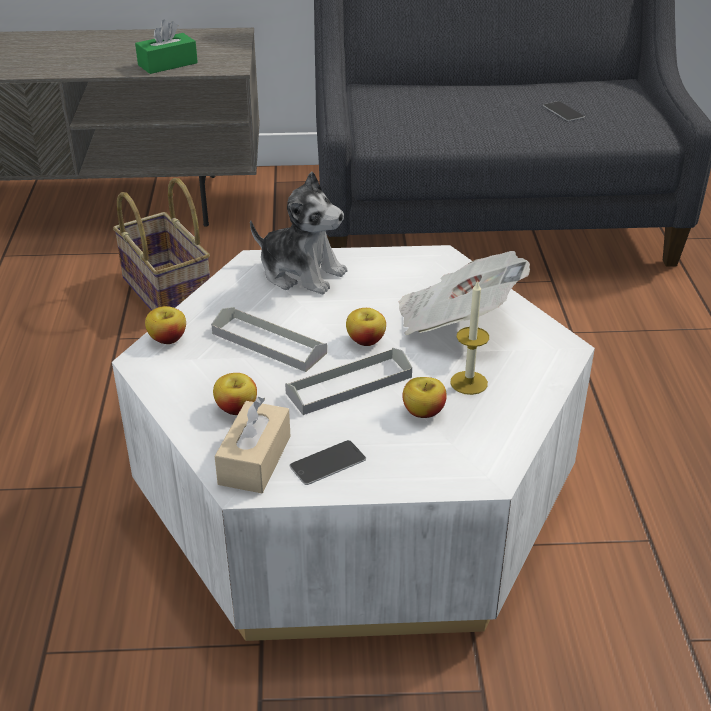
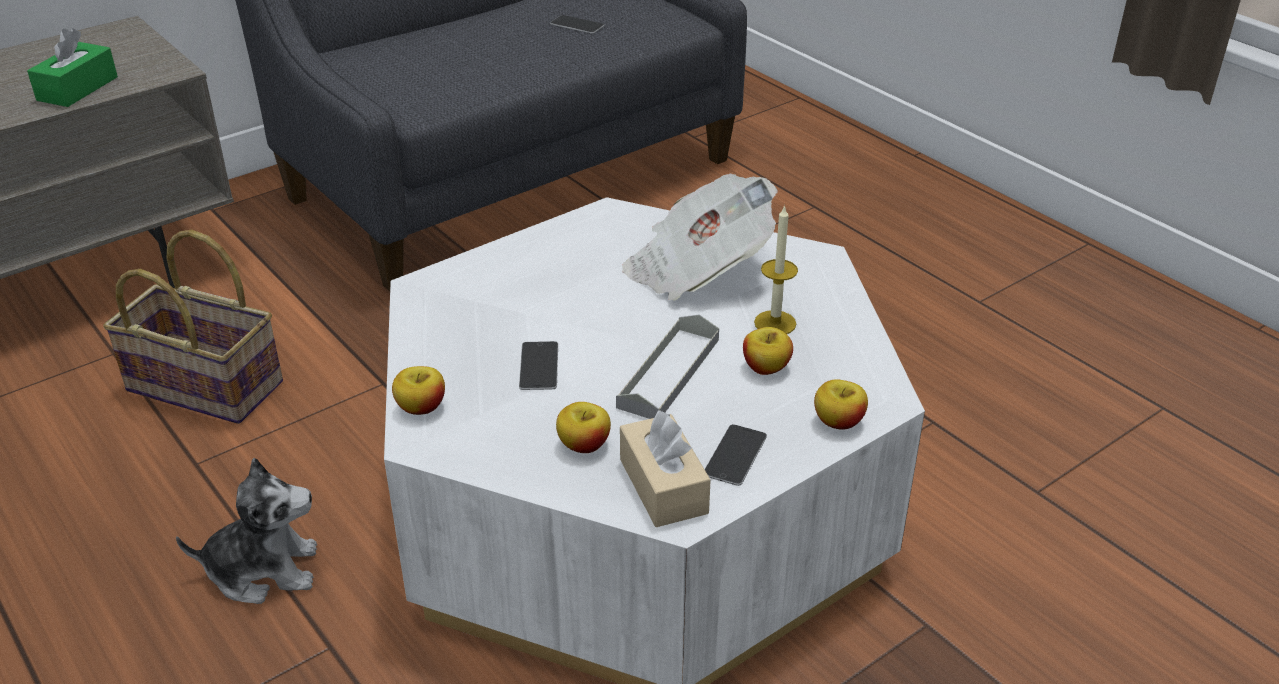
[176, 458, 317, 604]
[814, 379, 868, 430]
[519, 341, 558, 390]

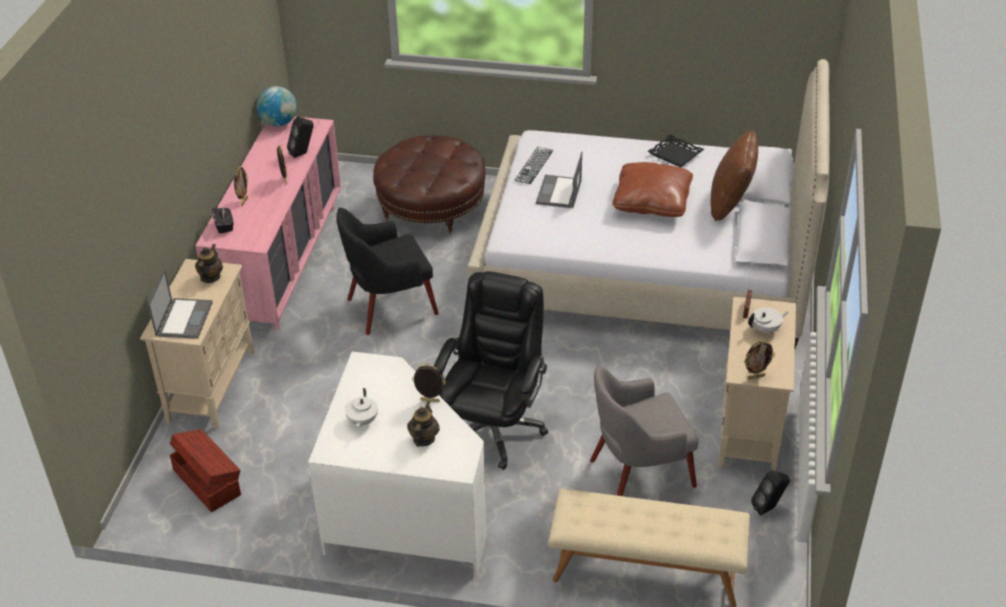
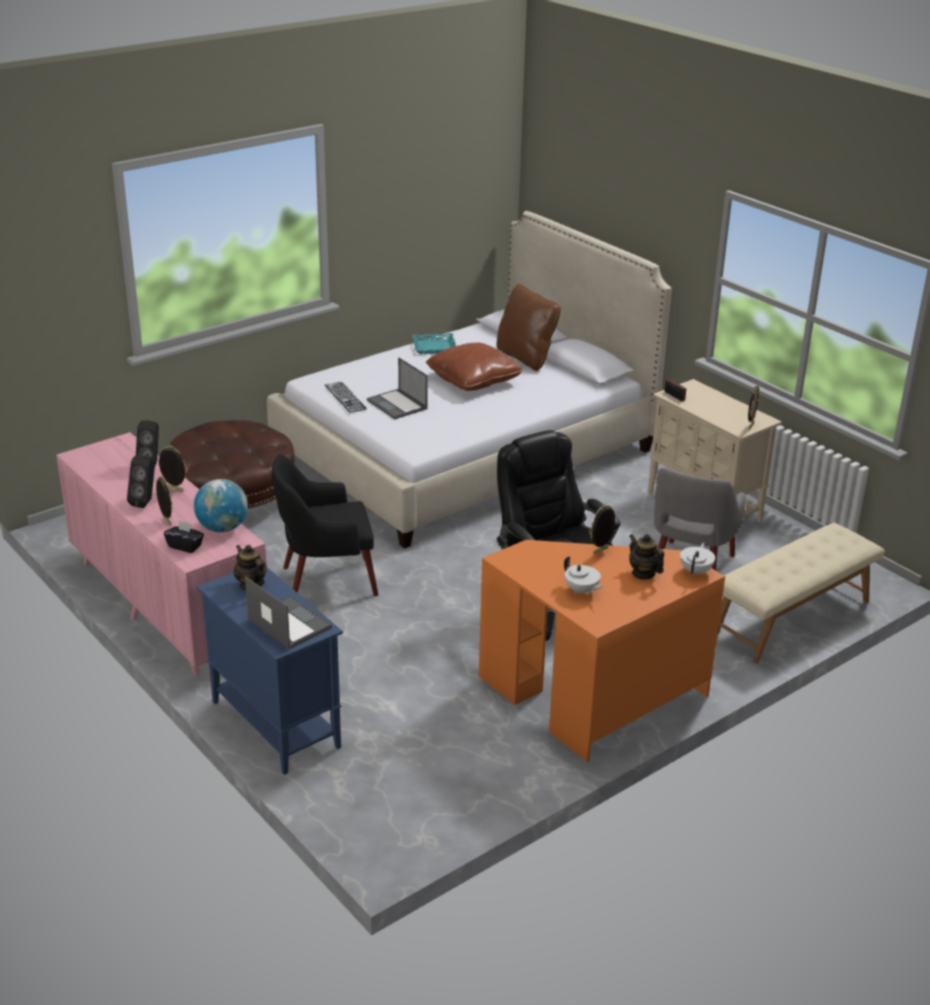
[170, 429, 241, 512] (first image)
[194, 479, 248, 532]
[680, 542, 715, 576]
[127, 455, 155, 508]
[197, 567, 343, 775]
[479, 540, 725, 762]
[412, 333, 456, 354]
[272, 454, 378, 596]

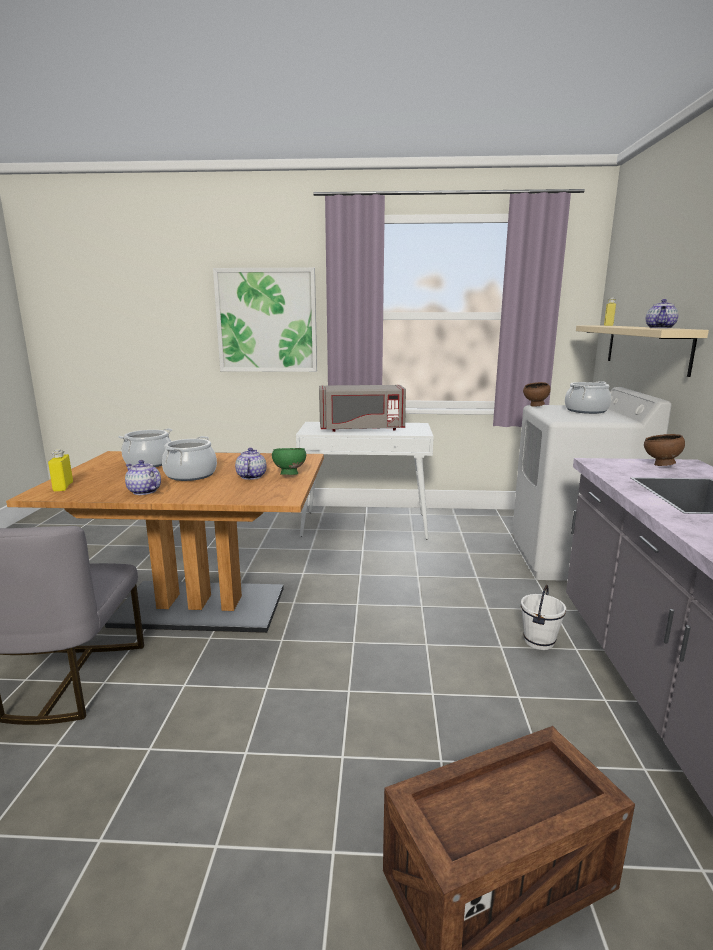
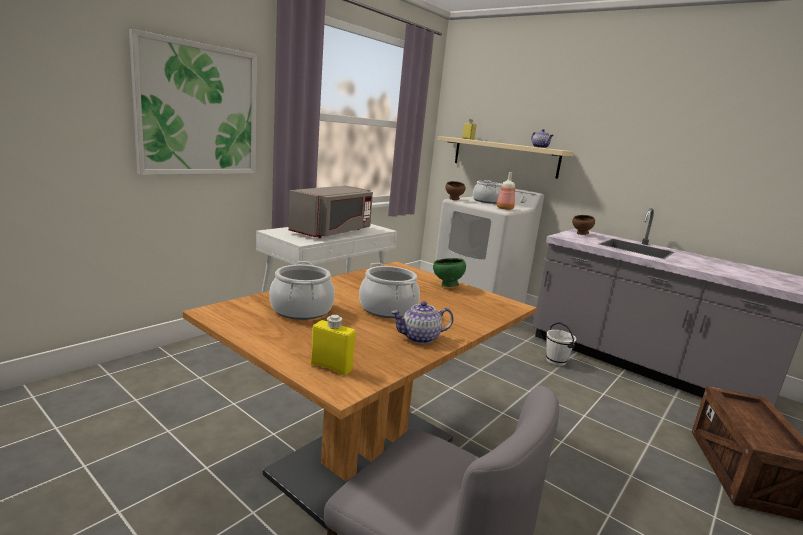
[235, 448, 266, 480] (first image)
[497, 172, 515, 210]

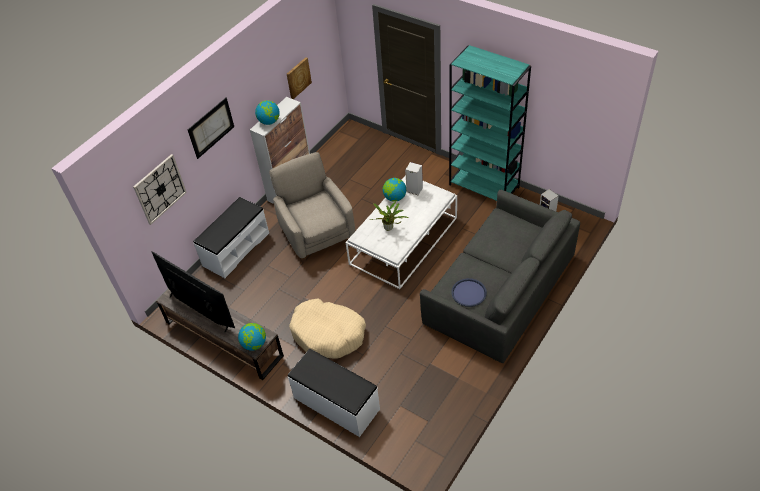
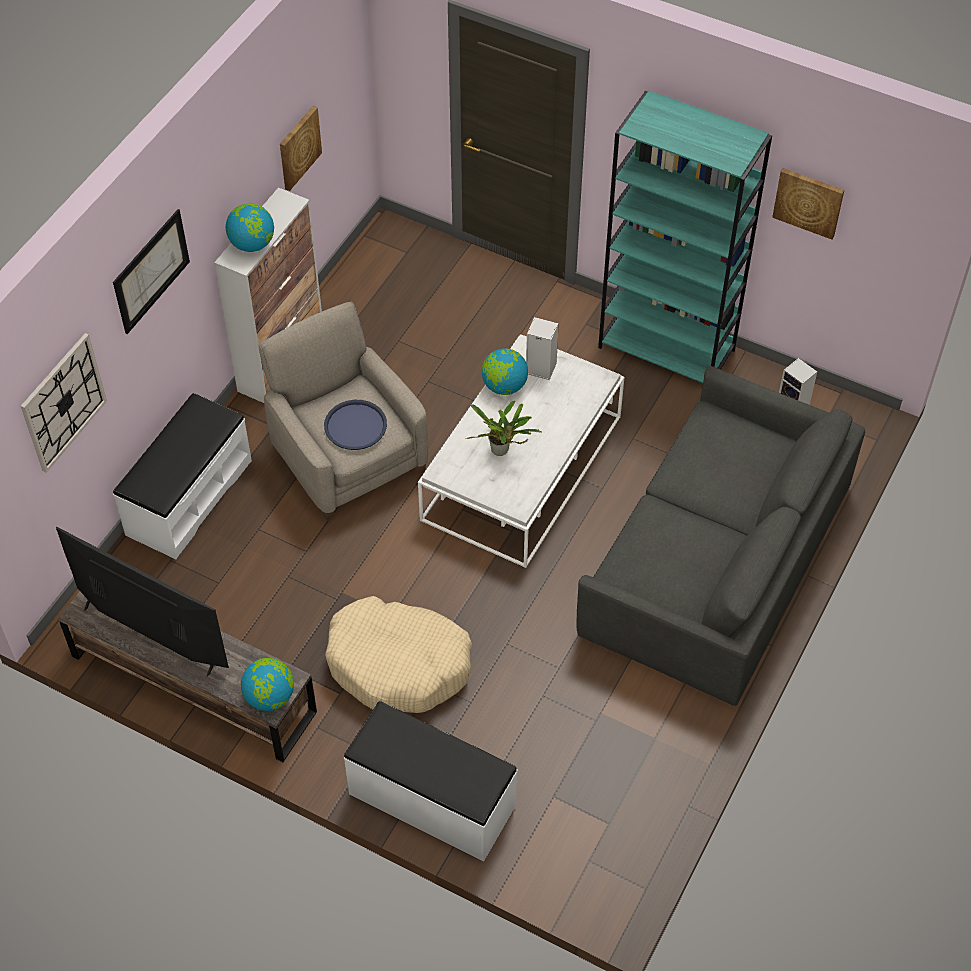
[772, 168, 844, 240]
[324, 400, 387, 450]

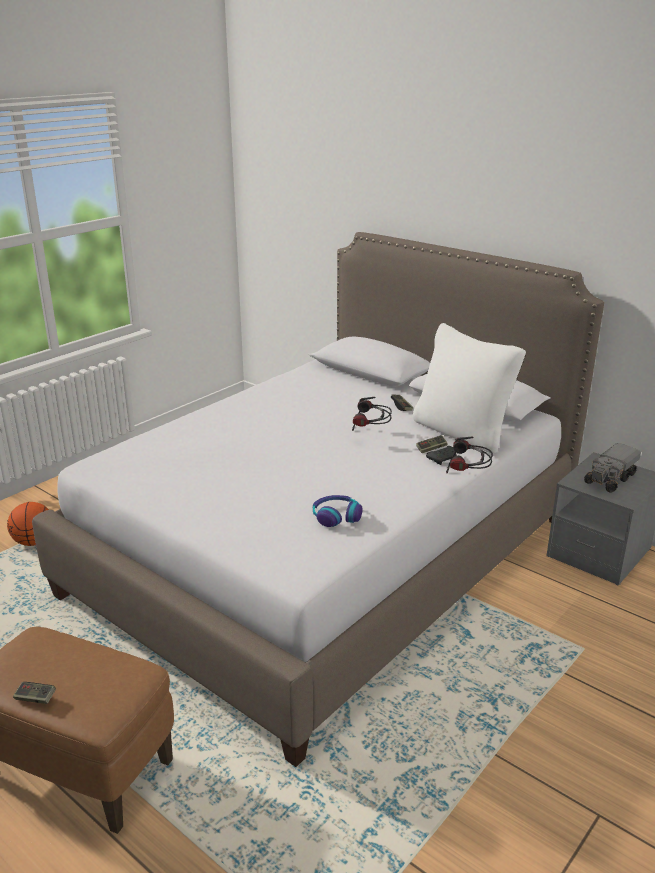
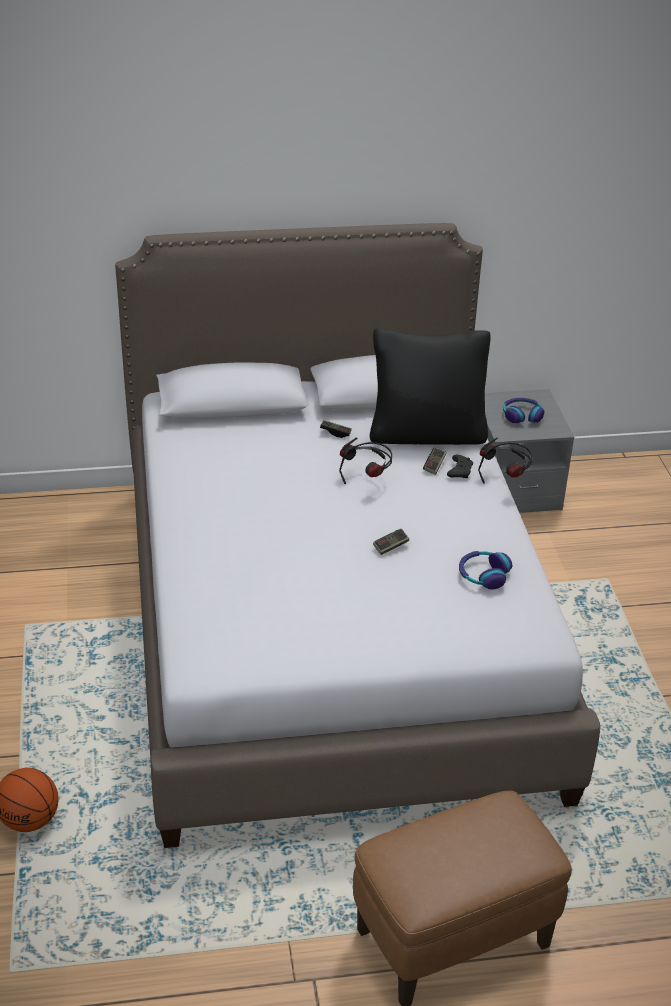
[373, 529, 409, 555]
[503, 398, 544, 423]
[370, 328, 490, 445]

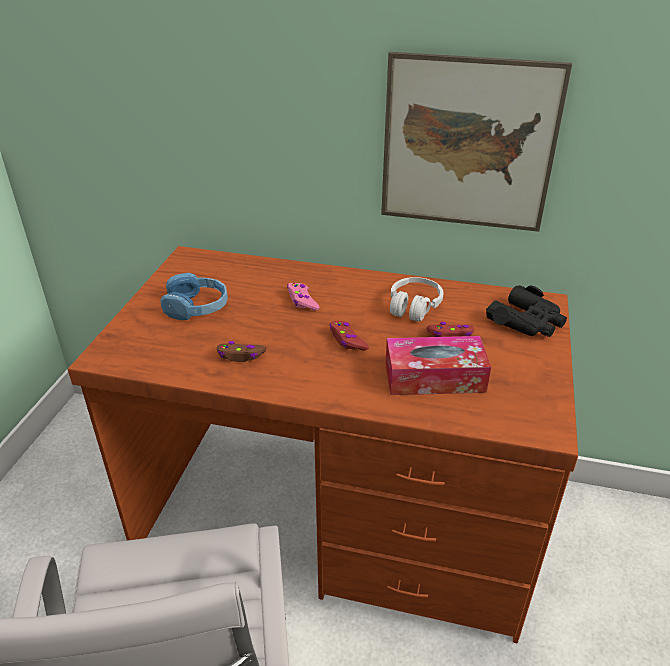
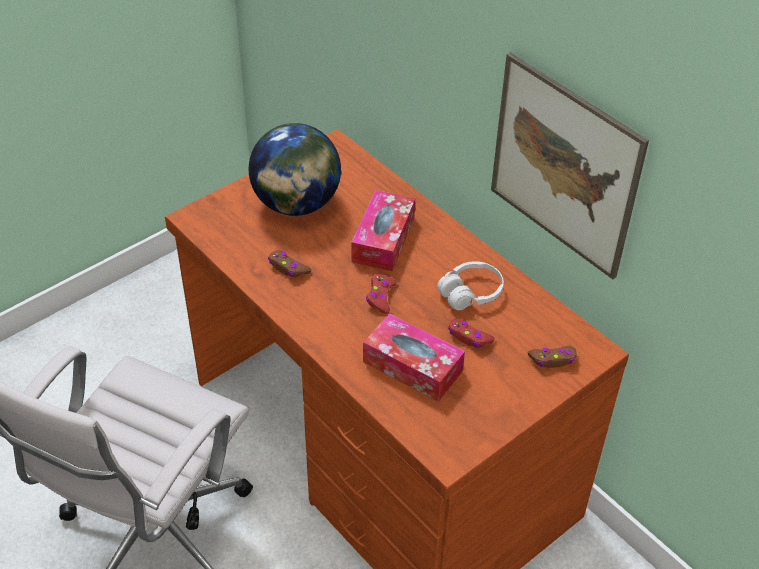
[249, 123, 341, 216]
[351, 190, 415, 272]
[528, 346, 576, 368]

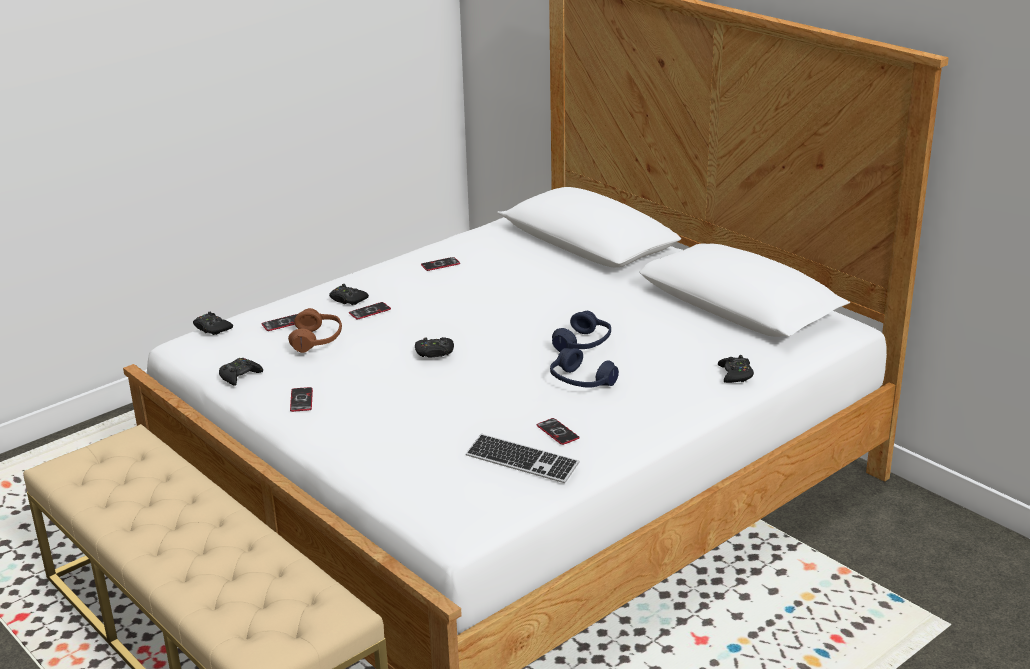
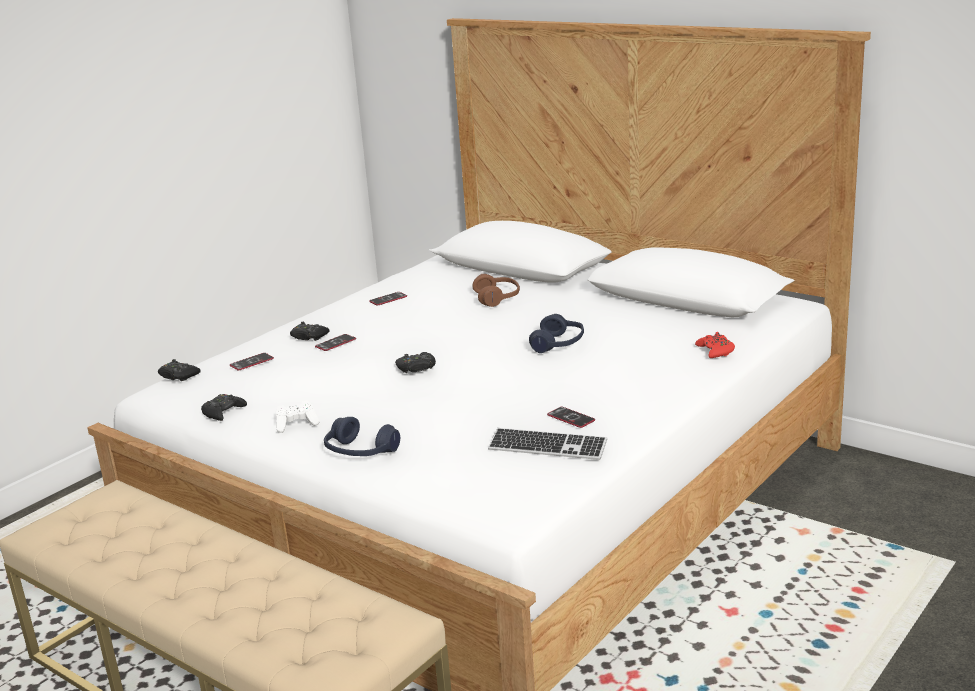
[472, 274, 520, 307]
[324, 417, 400, 456]
[276, 400, 319, 433]
[695, 332, 735, 358]

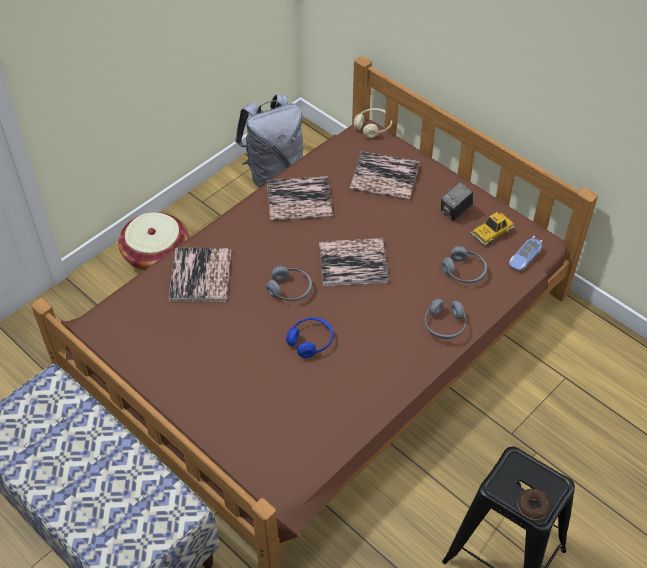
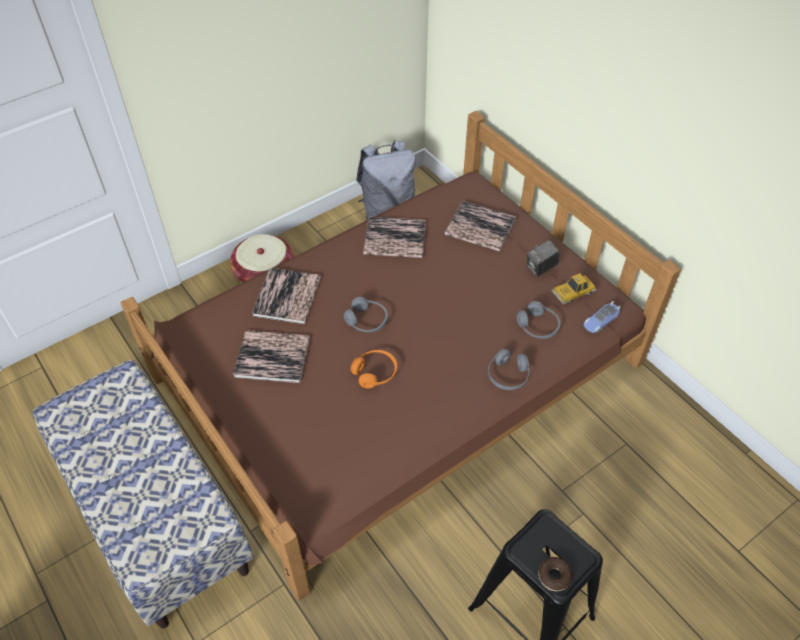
[354, 108, 392, 138] (first image)
[233, 330, 310, 383]
[351, 350, 397, 389]

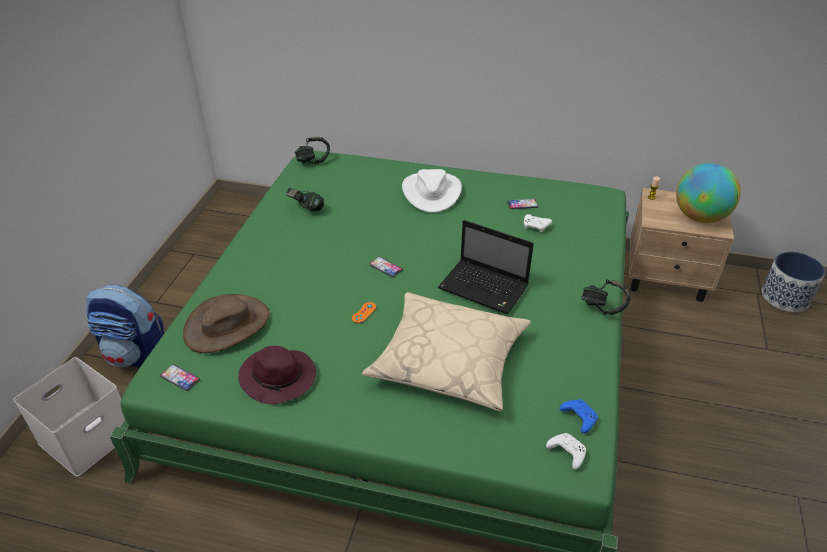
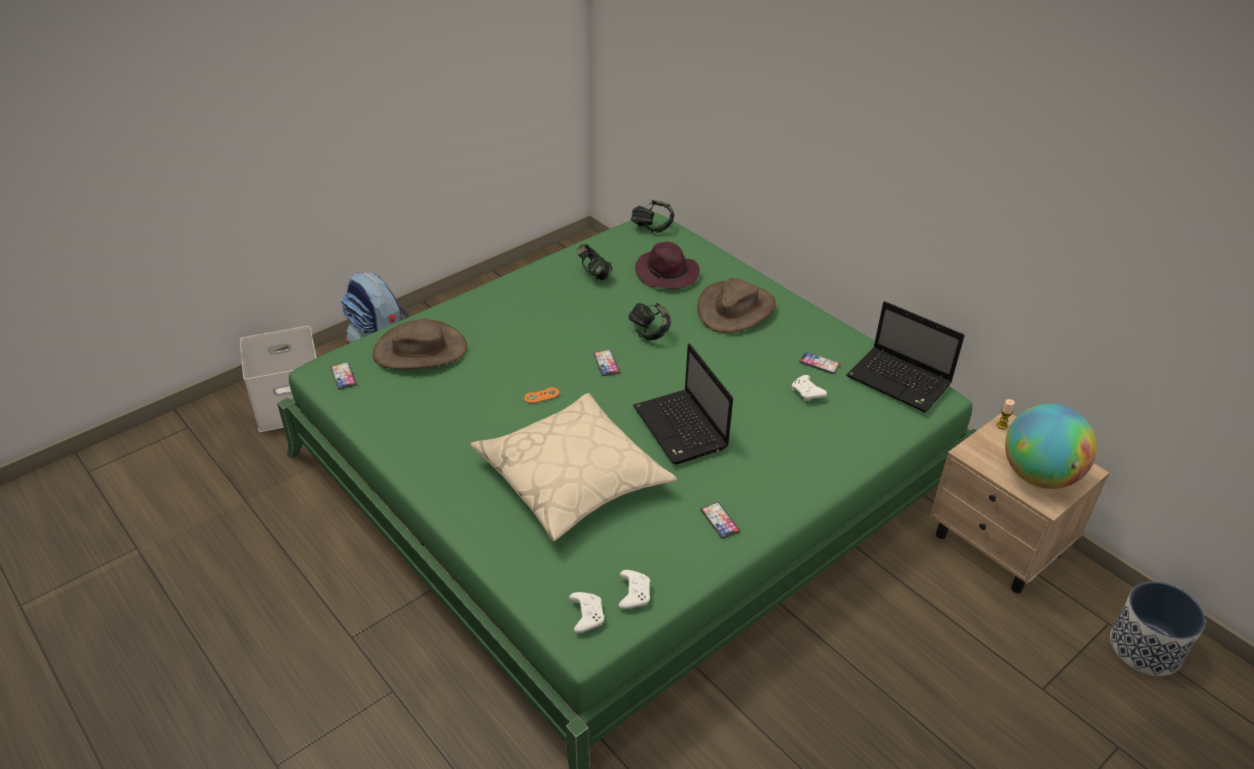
[701, 502, 740, 539]
[846, 301, 965, 412]
[635, 242, 700, 289]
[628, 303, 671, 340]
[697, 278, 776, 333]
[618, 570, 650, 609]

